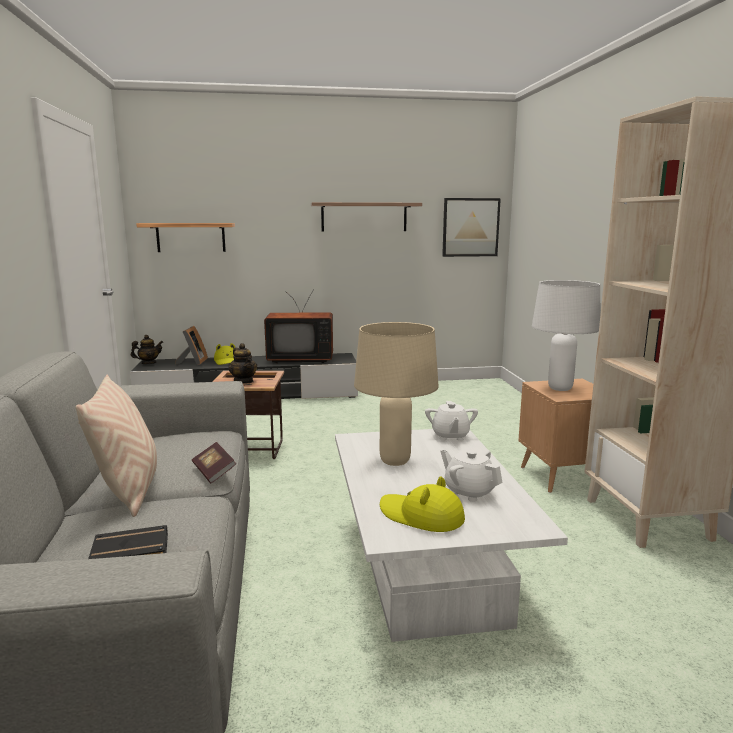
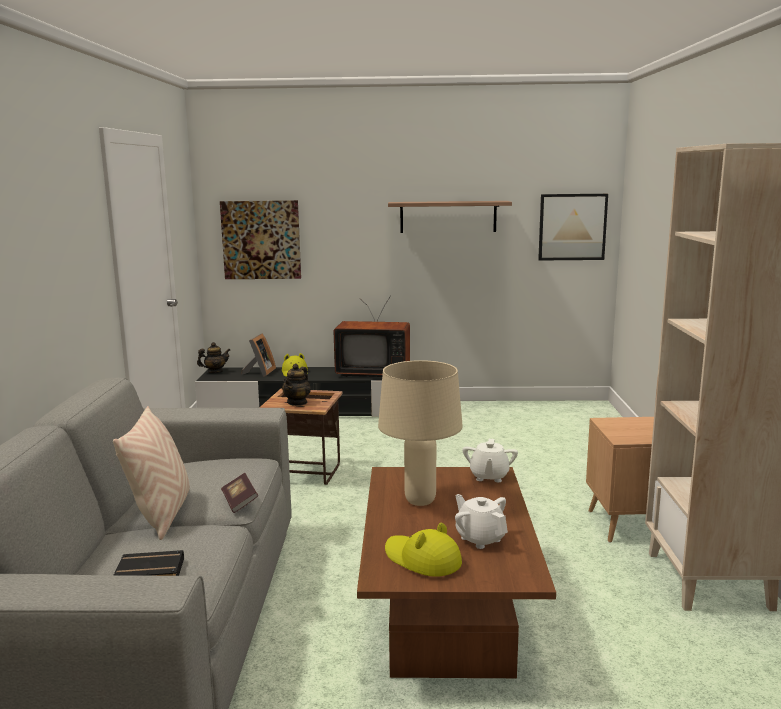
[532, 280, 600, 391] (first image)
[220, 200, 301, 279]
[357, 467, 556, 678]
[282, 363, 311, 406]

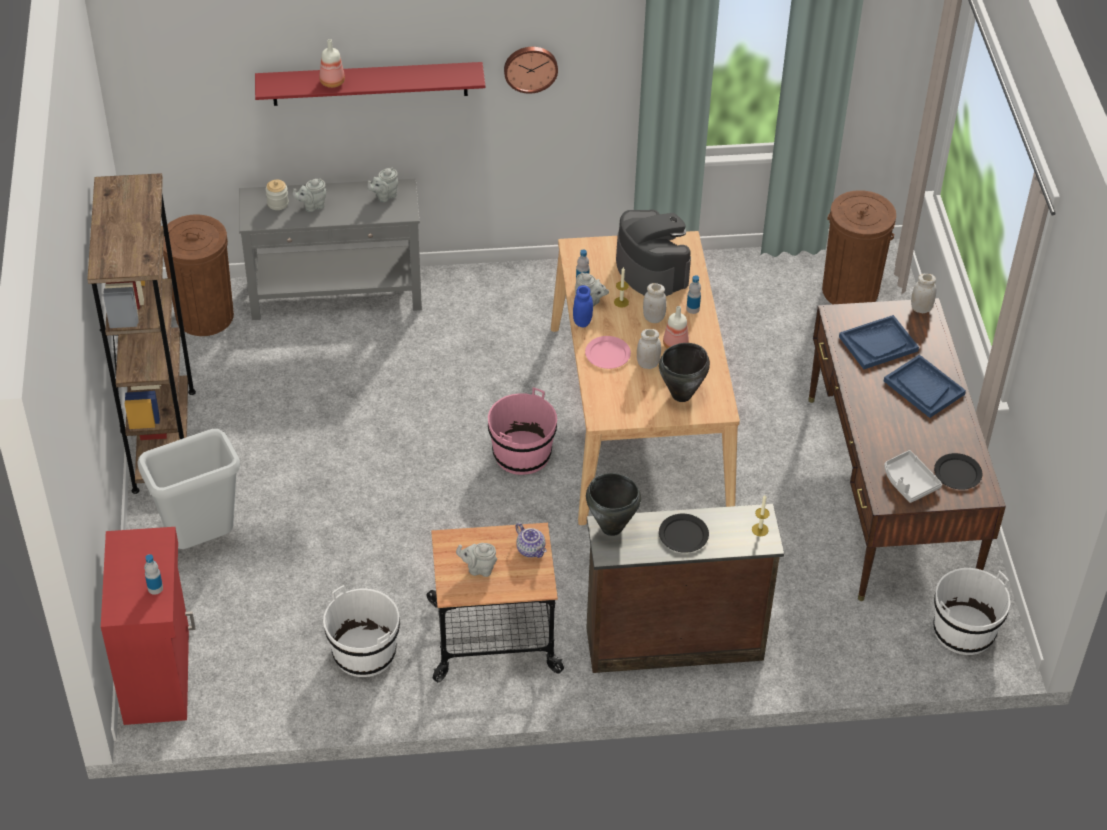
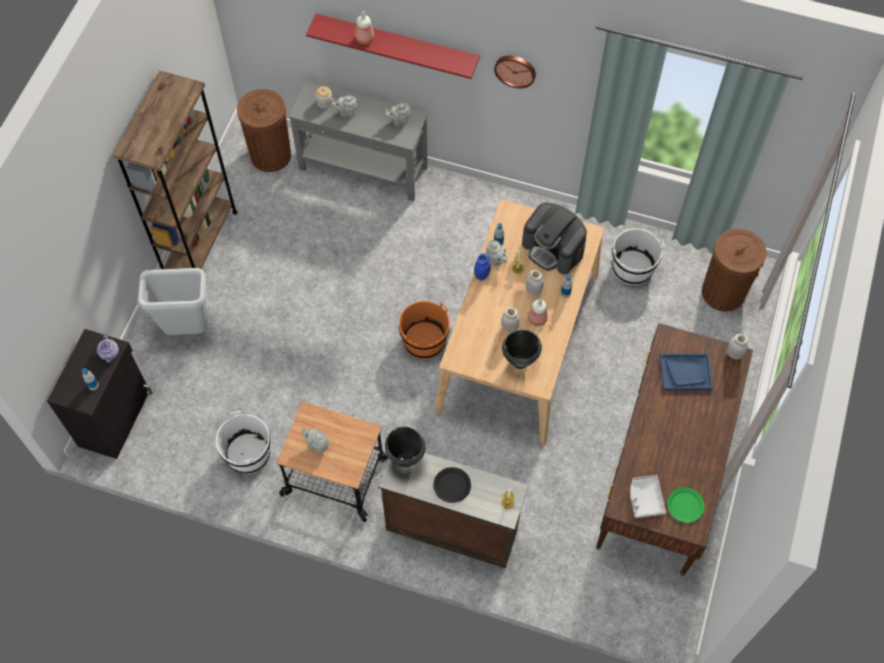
[585, 336, 631, 369] (first image)
[884, 354, 966, 418] (first image)
[97, 333, 119, 363]
[612, 228, 664, 285]
[47, 329, 152, 459]
[399, 301, 450, 359]
[667, 487, 705, 523]
[522, 203, 587, 275]

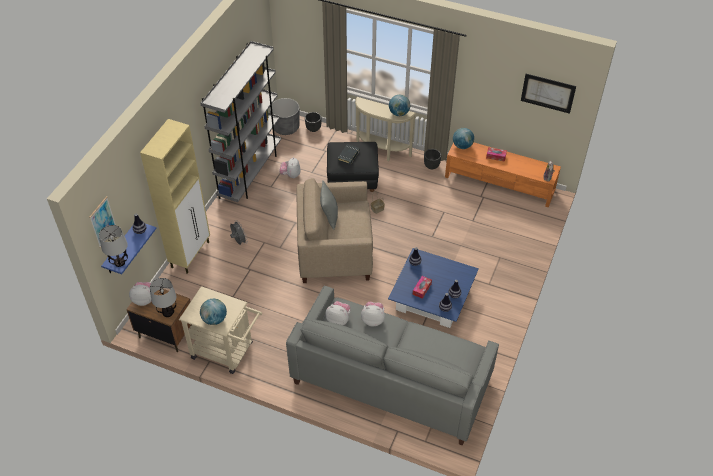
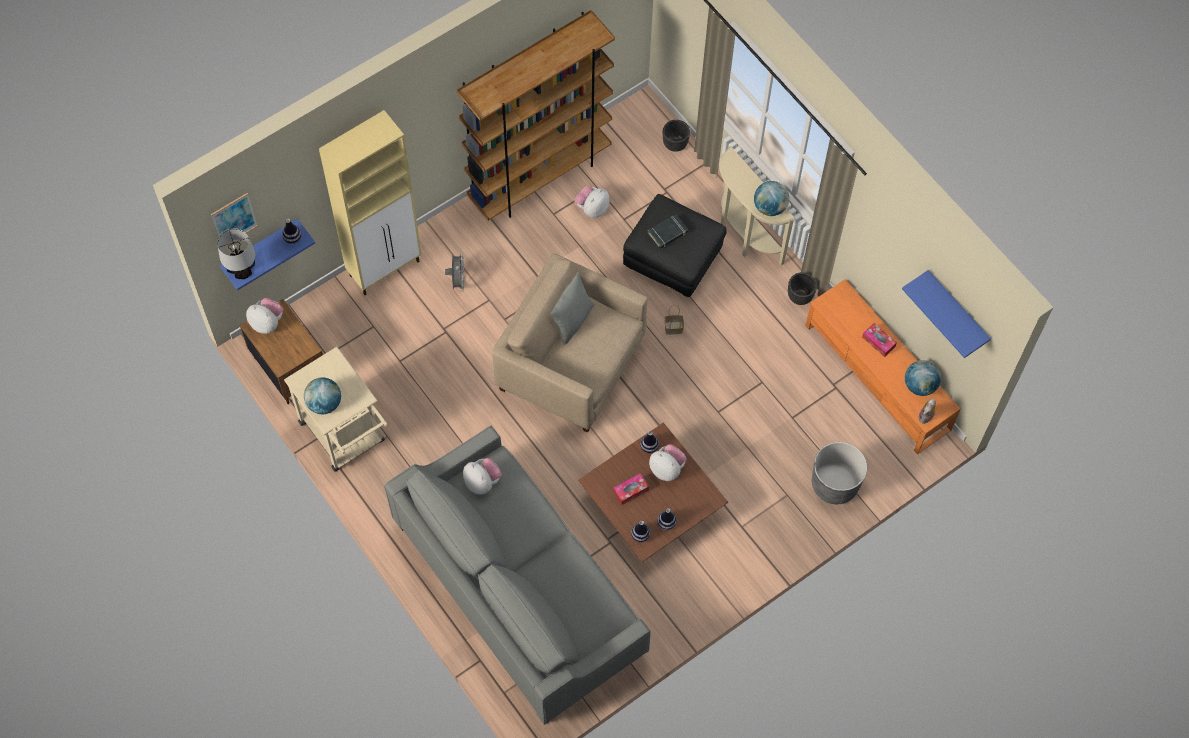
[150, 278, 176, 317] (first image)
[812, 442, 867, 504]
[649, 444, 687, 481]
[905, 360, 941, 396]
[902, 270, 991, 358]
[457, 10, 615, 221]
[578, 423, 728, 562]

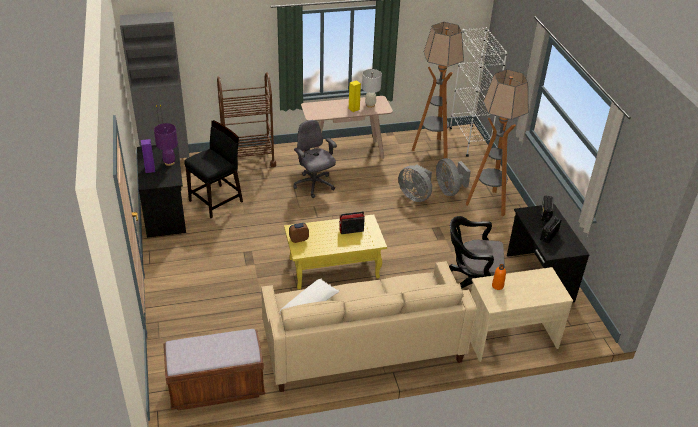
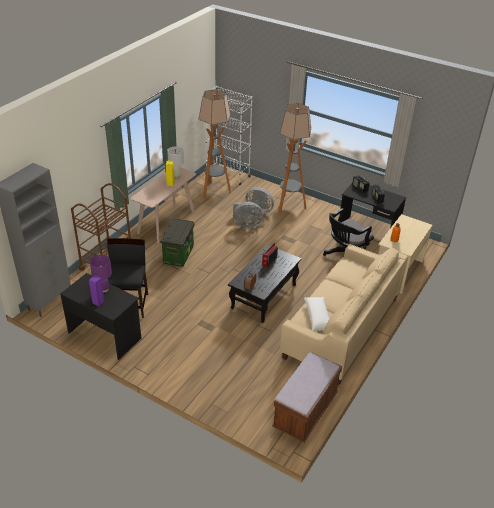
[160, 218, 194, 267]
[228, 245, 301, 323]

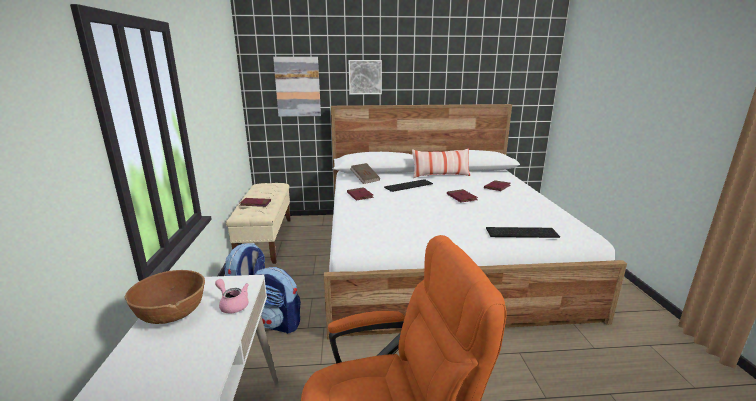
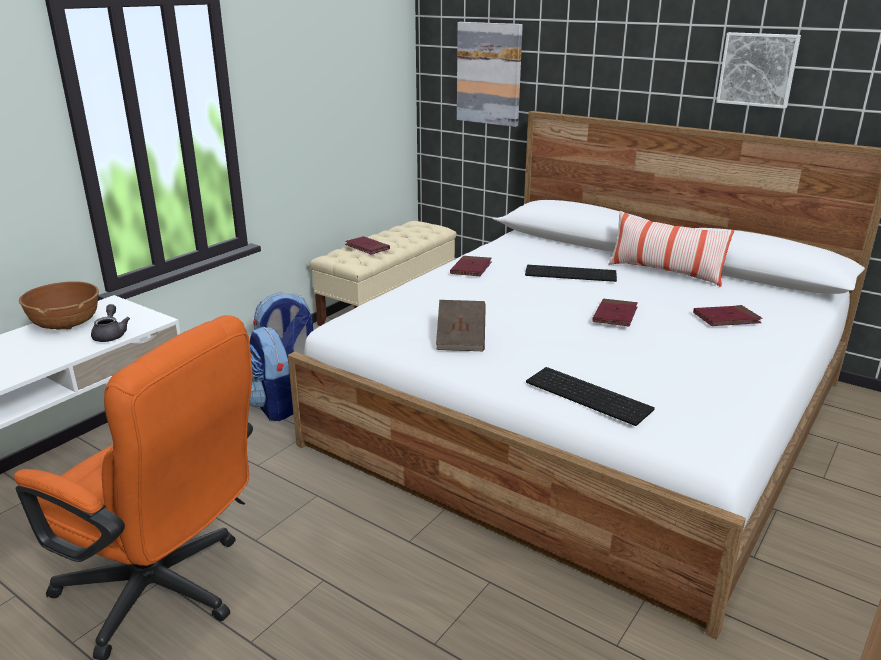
[716, 32, 801, 109]
[436, 300, 486, 351]
[91, 304, 130, 342]

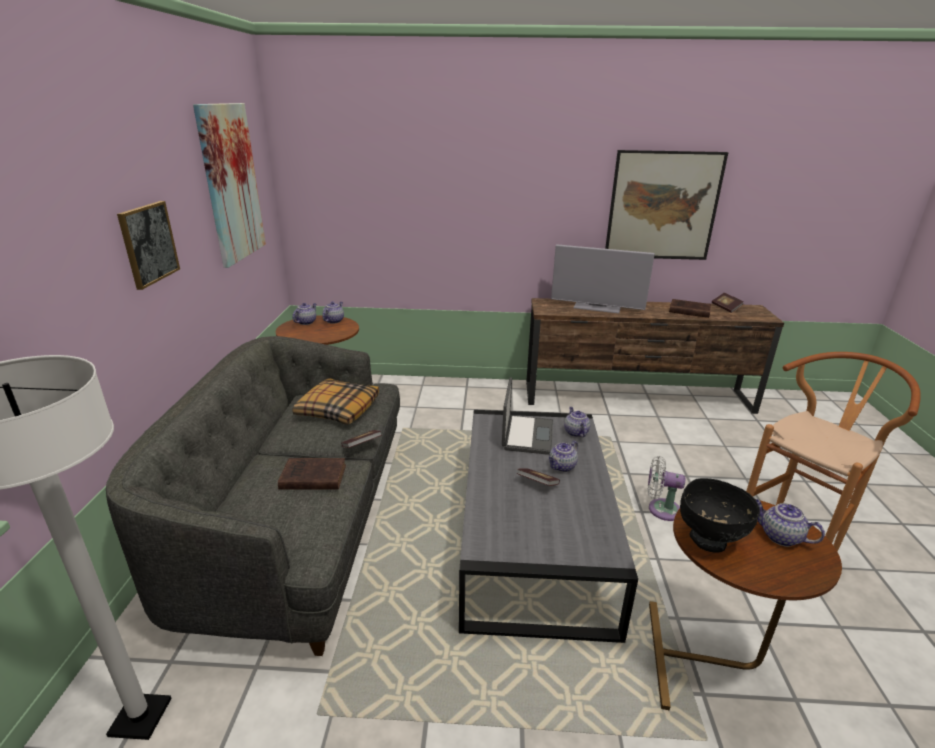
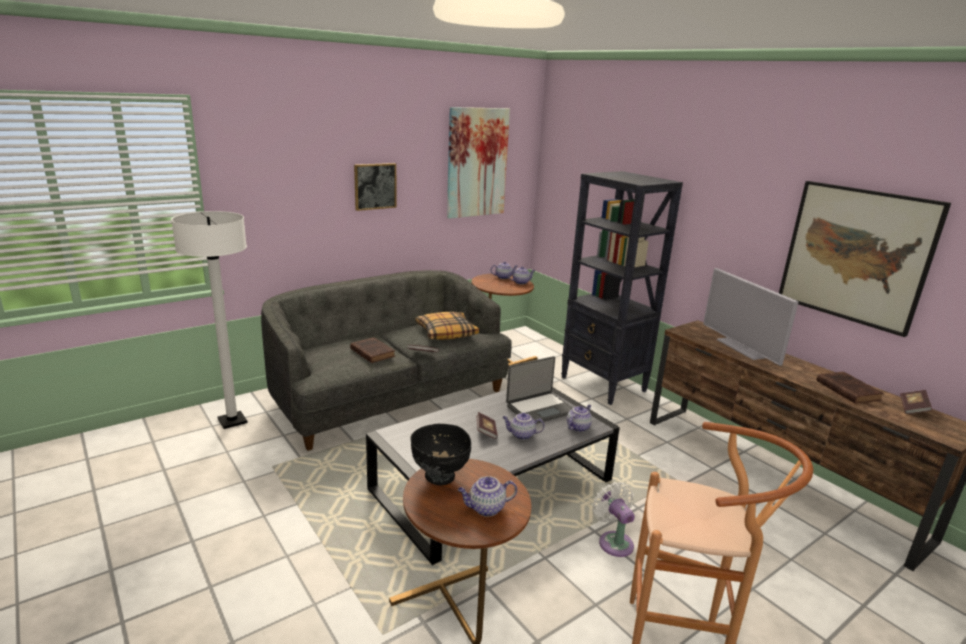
[561, 171, 683, 405]
[458, 476, 517, 517]

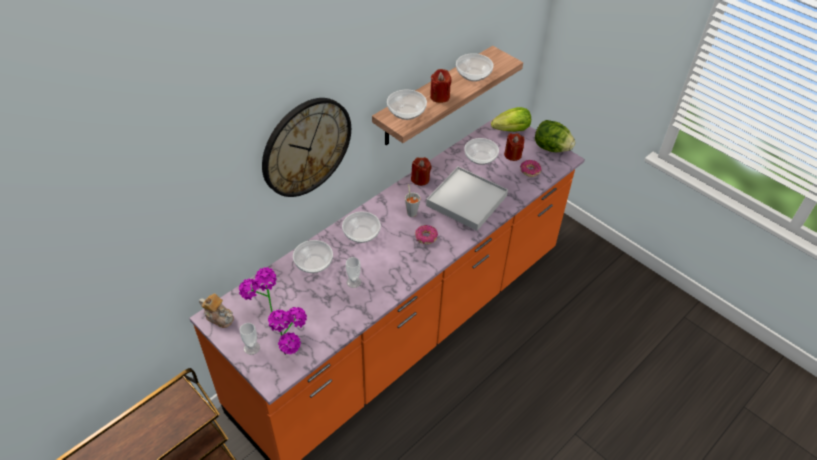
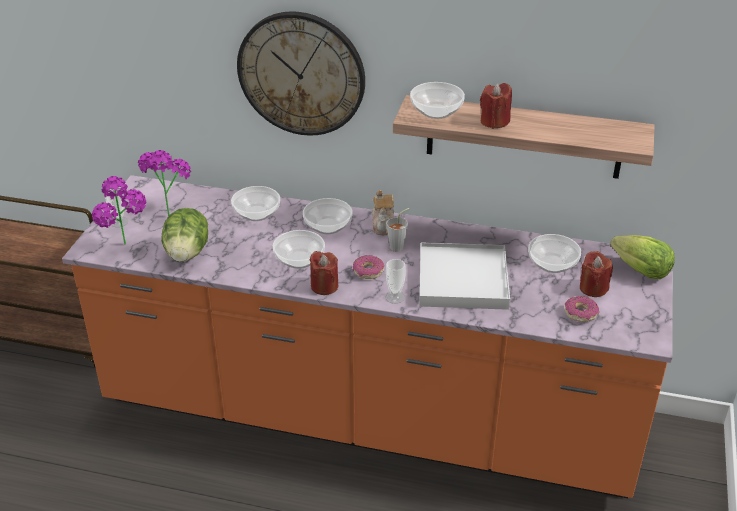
[372, 190, 394, 235]
[385, 259, 406, 304]
[310, 251, 338, 295]
[273, 230, 325, 269]
[161, 208, 208, 262]

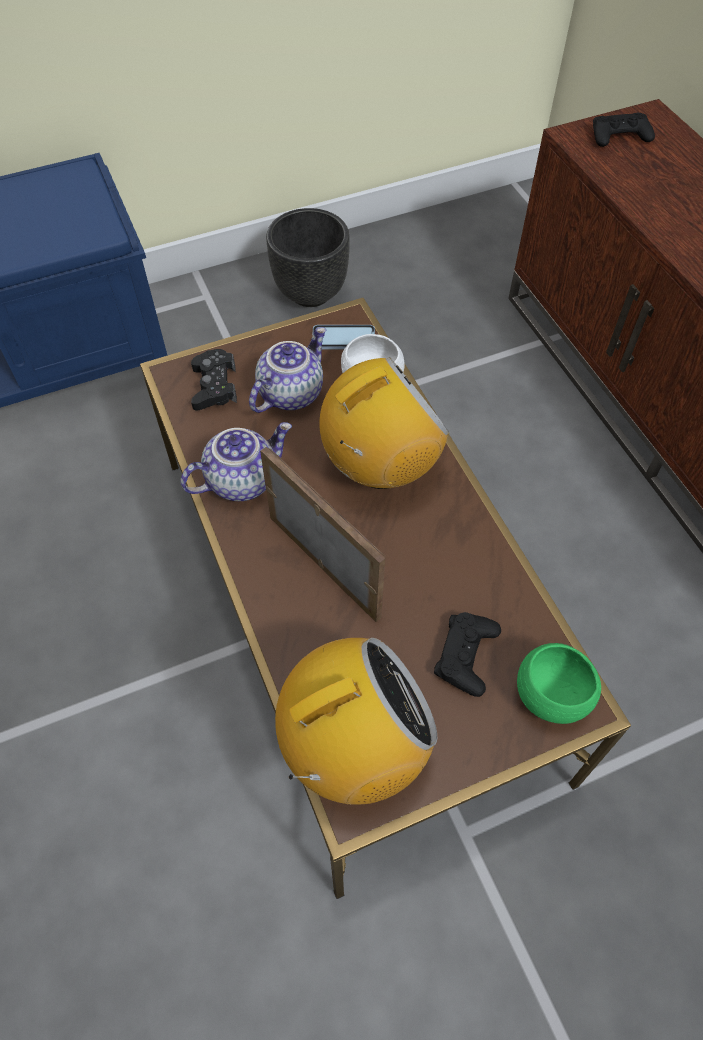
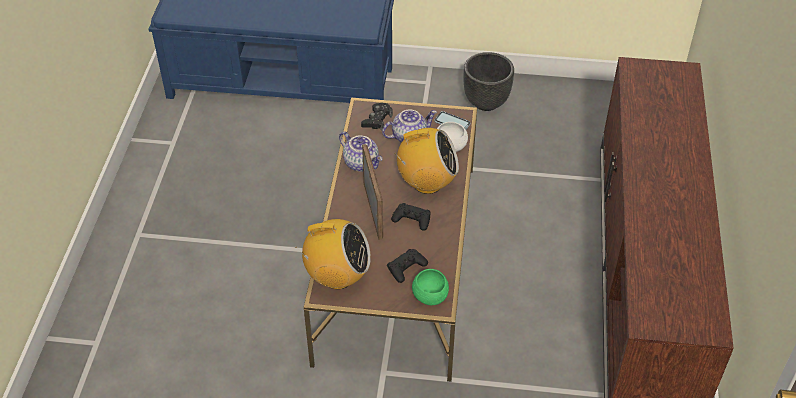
[391, 203, 430, 231]
[339, 132, 383, 172]

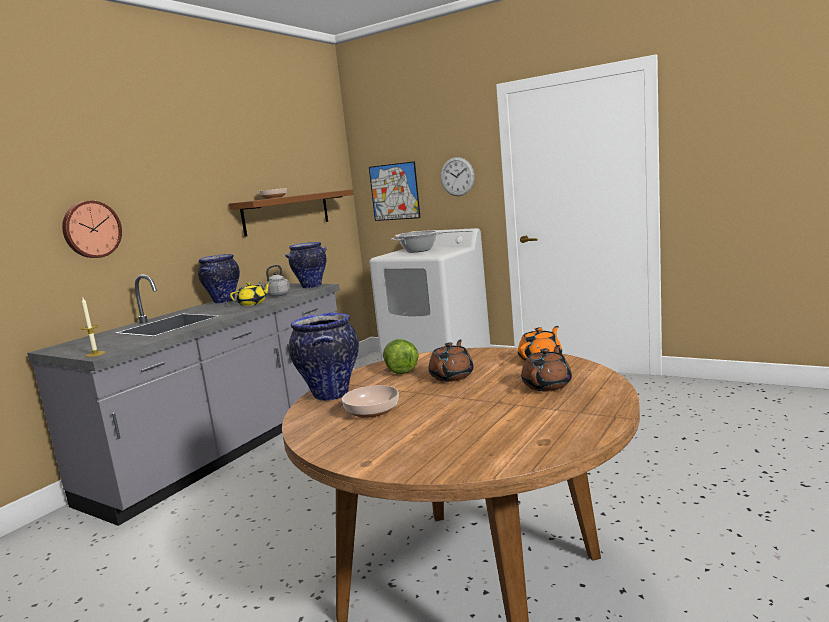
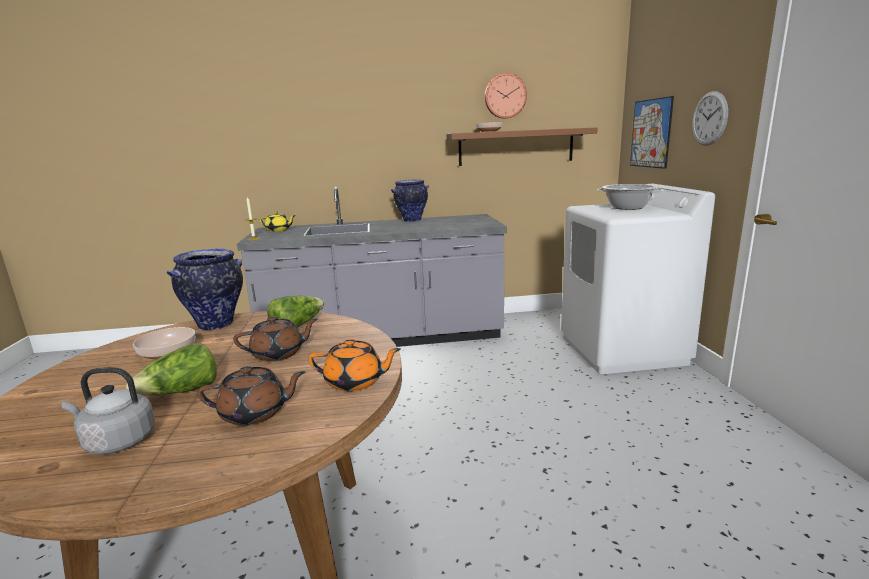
[285, 242, 327, 288] (first image)
[126, 343, 216, 395]
[485, 73, 527, 119]
[260, 211, 296, 232]
[62, 367, 155, 454]

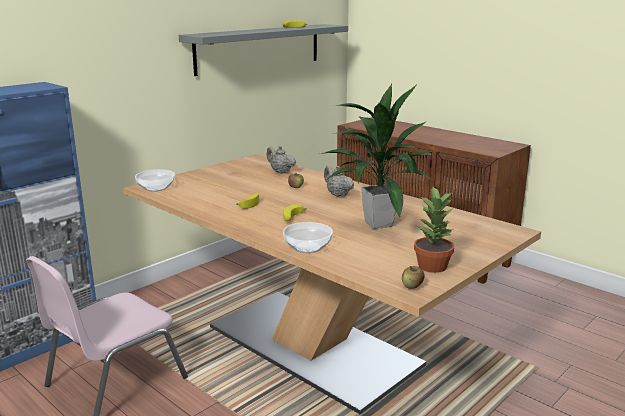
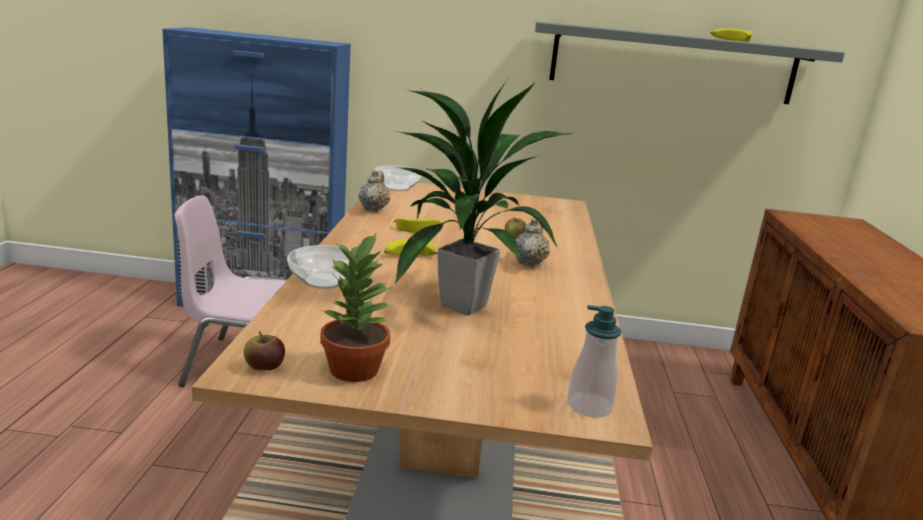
[567, 305, 622, 418]
[359, 170, 390, 212]

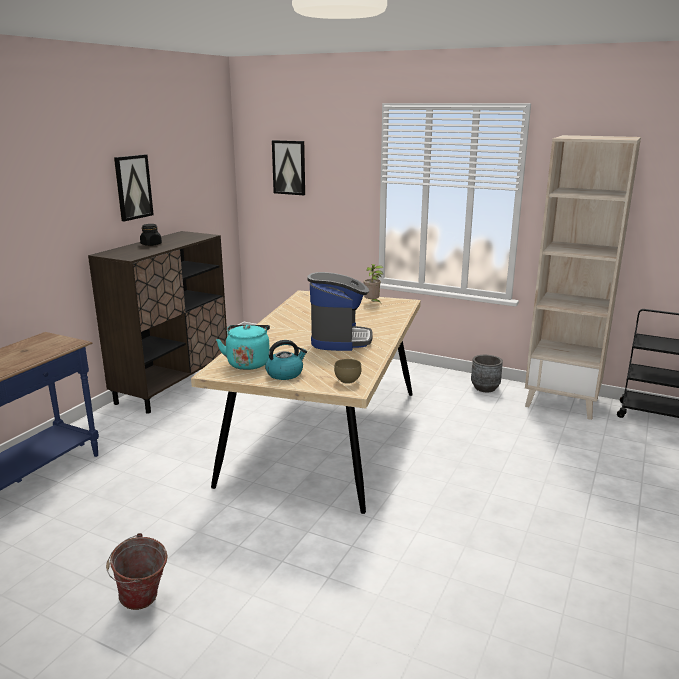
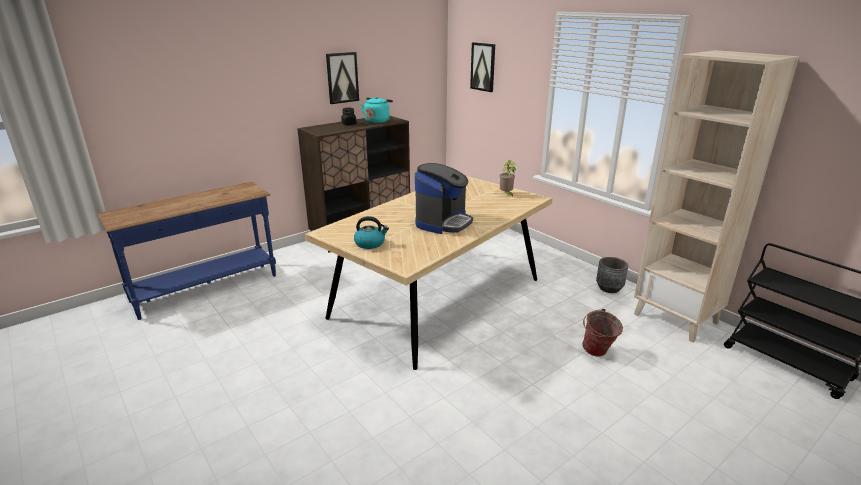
[334, 359, 362, 384] (first image)
[582, 309, 623, 357]
[361, 97, 393, 123]

